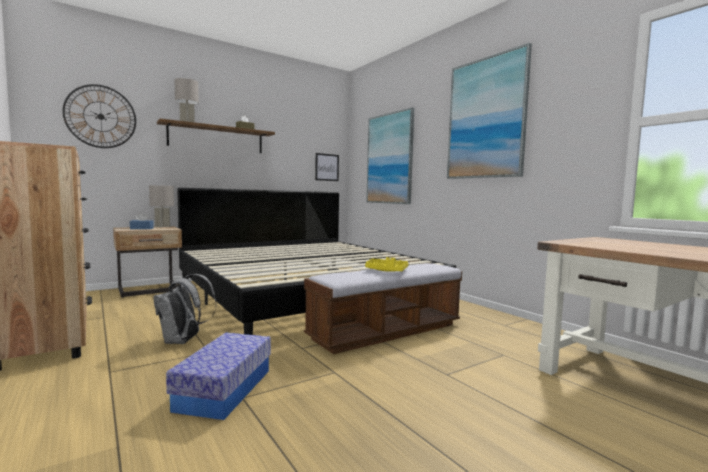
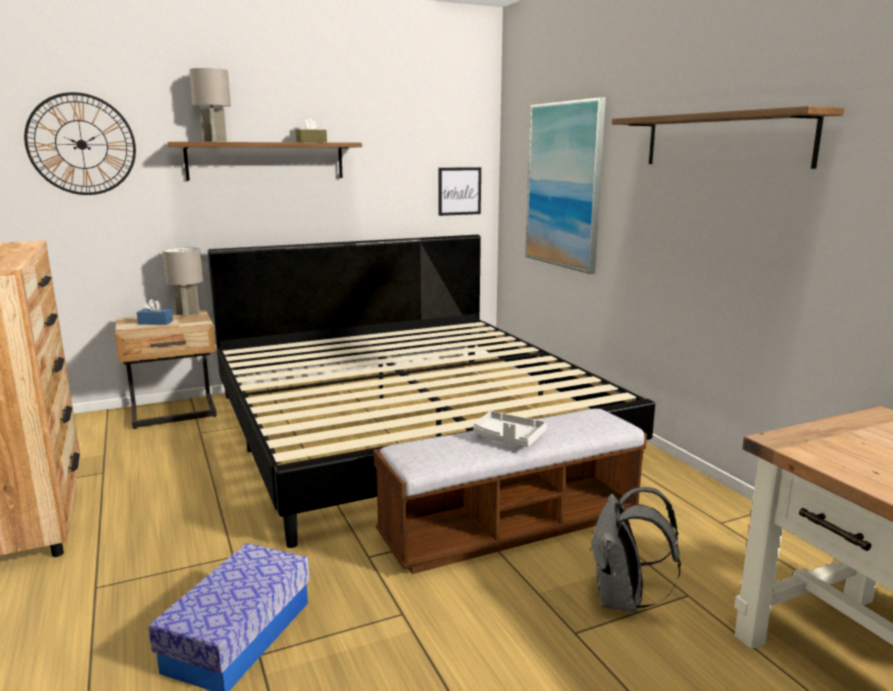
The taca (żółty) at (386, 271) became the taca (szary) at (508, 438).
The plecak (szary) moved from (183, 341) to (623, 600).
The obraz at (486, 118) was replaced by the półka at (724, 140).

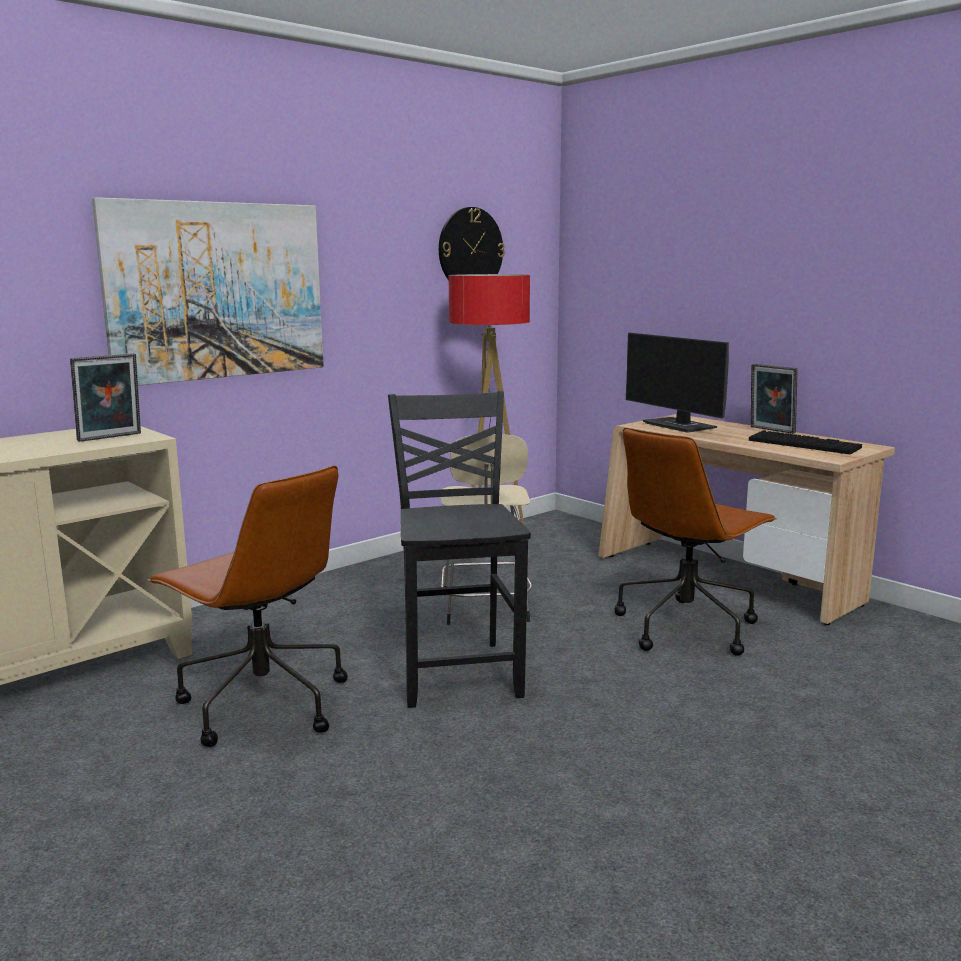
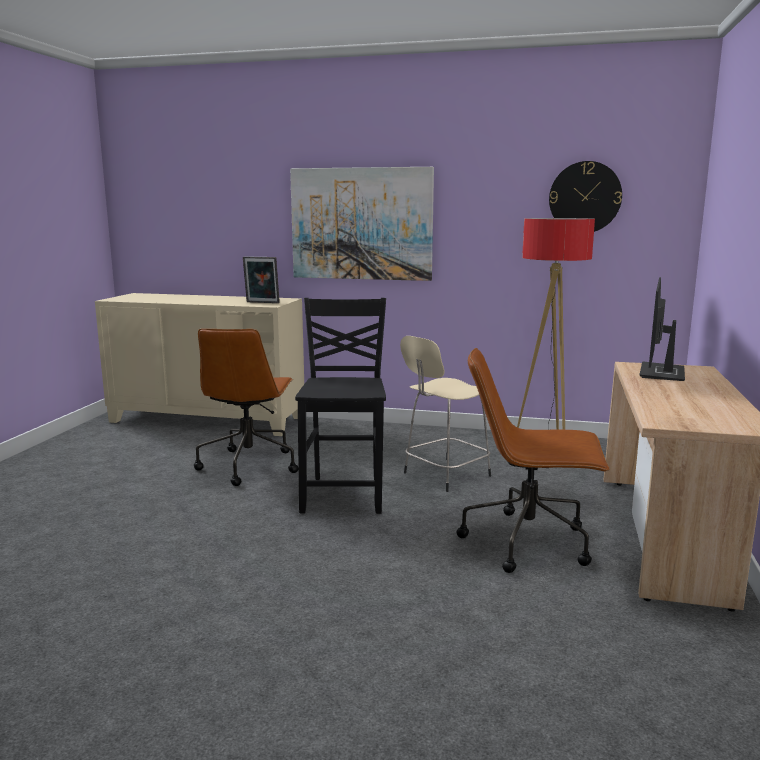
The krzesło (czarny) at (459, 671) turned 45 degrees counterclockwise.
The klawiatura at (805, 444) disappeared.
The ramka na zdjęcie at (770, 430) disappeared.

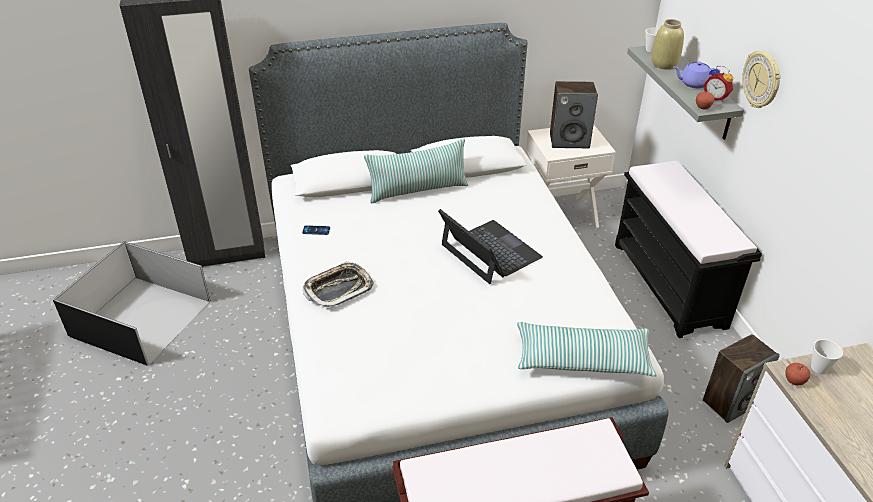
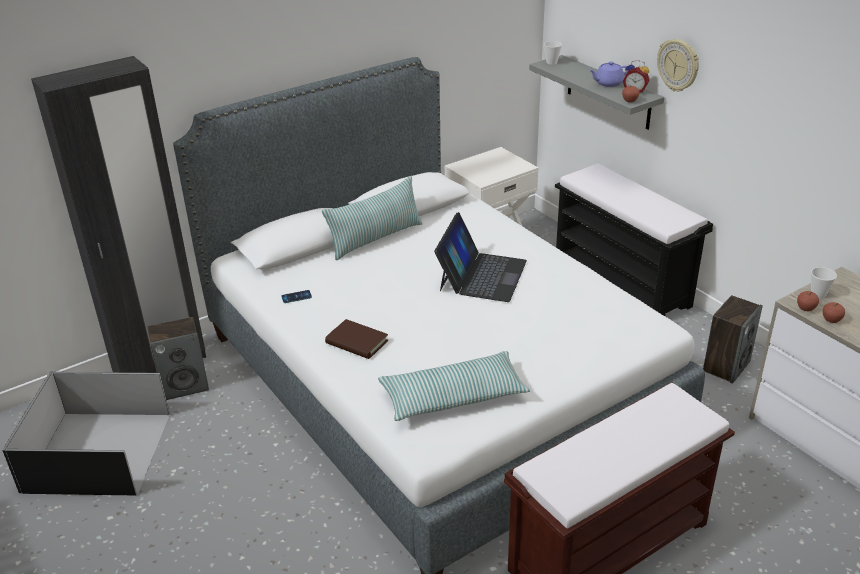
The głośnik moved from (569, 141) to (185, 385).
The taca at (338, 289) was replaced by the książka (brązowy) at (356, 342).
The poduszka moved from (583, 359) to (453, 397).
The laptop at (489, 251) turned 75 degrees clockwise.
The jabłko at (831, 320) appeared.
The wazon (beżowy) at (663, 64) disappeared.

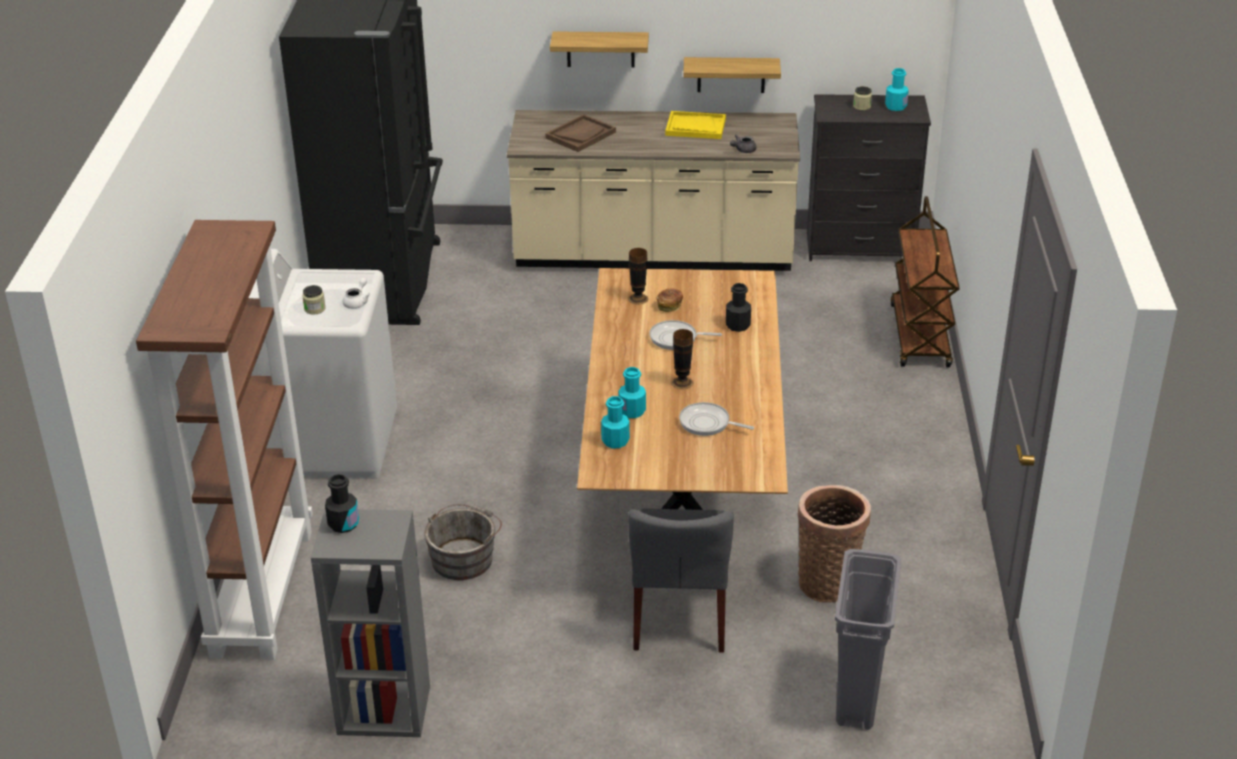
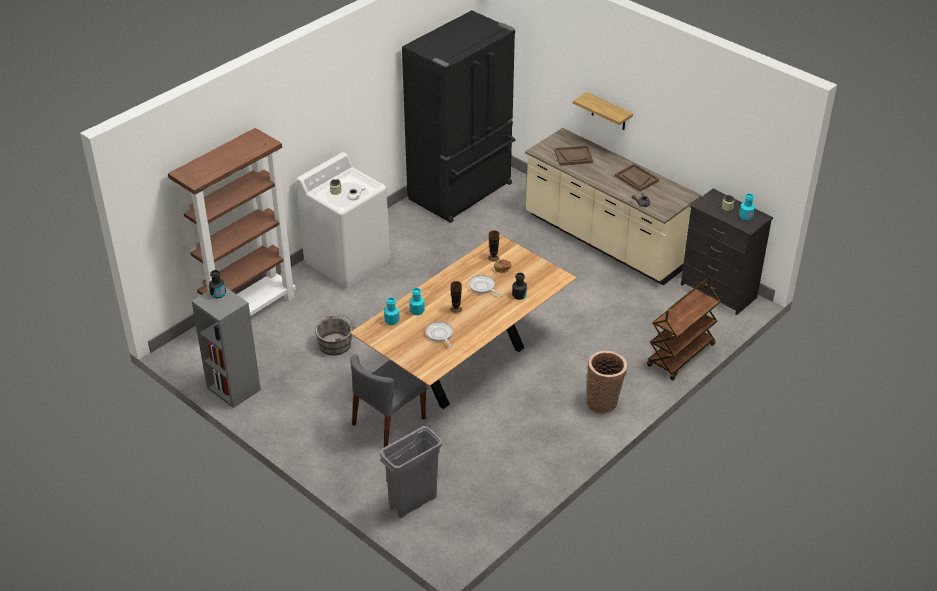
The koszyk moved from (828, 581) to (603, 402).
The taca (żółty) at (695, 127) became the taca (brązowy) at (636, 178).
The półka at (731, 74) disappeared.

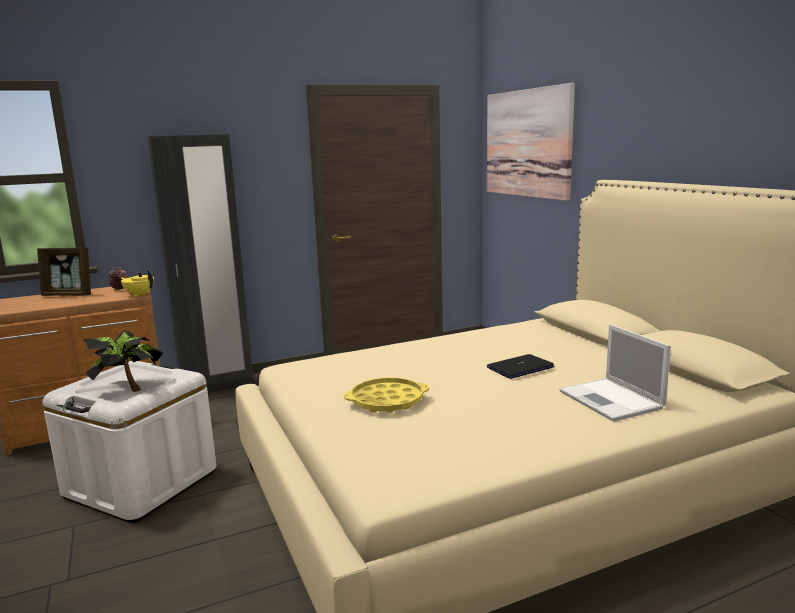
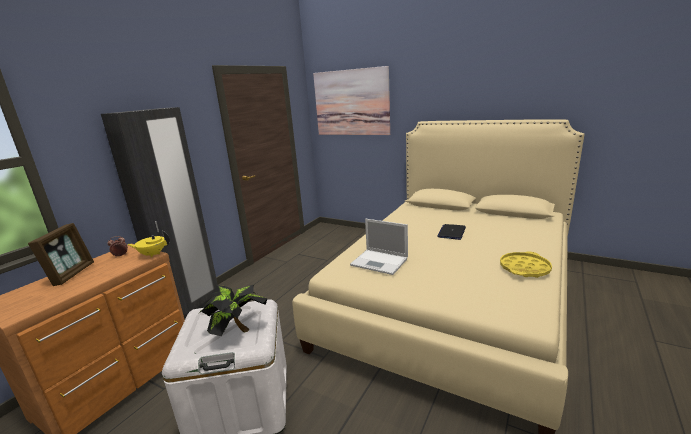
The ramka na zdjęcie at (68, 295) turned 60 degrees counterclockwise.
The laptop moved from (612, 400) to (380, 262).
The taca (żółty) moved from (387, 401) to (524, 268).

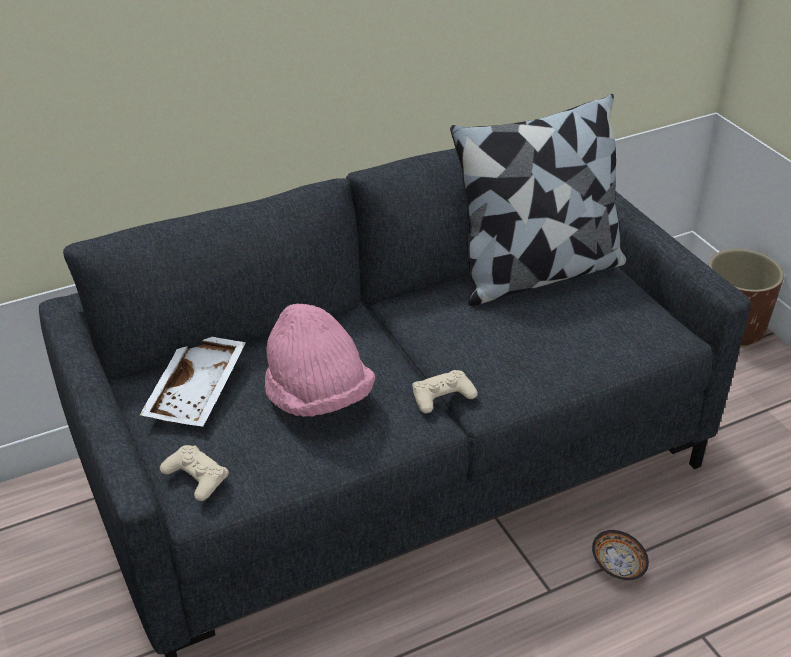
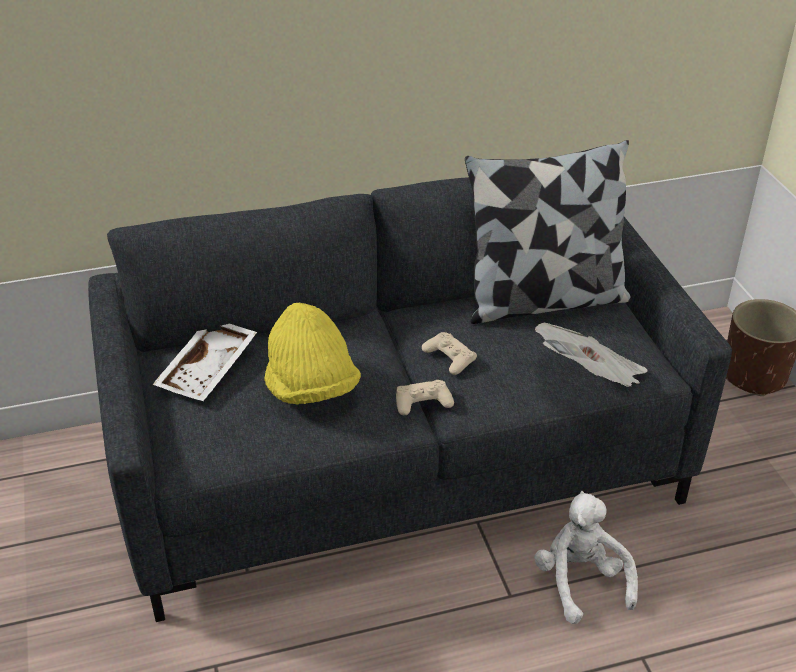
The kapelusz (różowy) at (317, 396) became the kapelusz (żółty) at (311, 388).
The pad do gier (beżowy) moved from (196, 477) to (449, 357).
The miska at (618, 564) was replaced by the pluszak (biały) at (580, 581).
The gazeta at (590, 378) appeared.

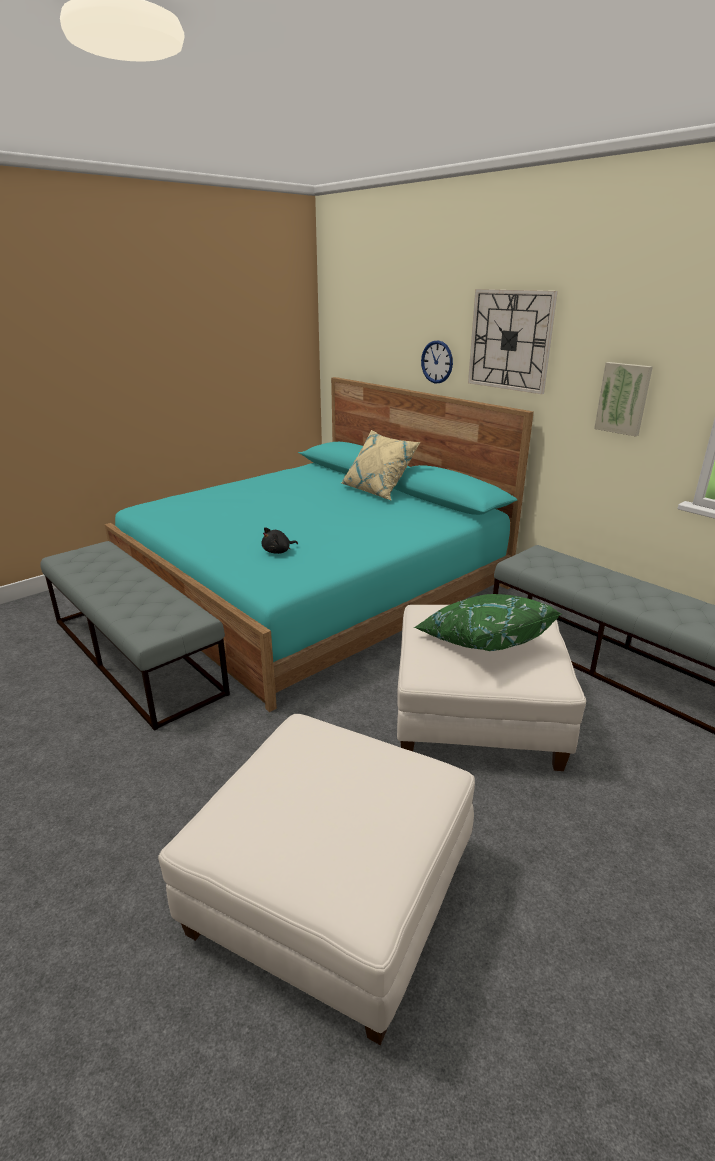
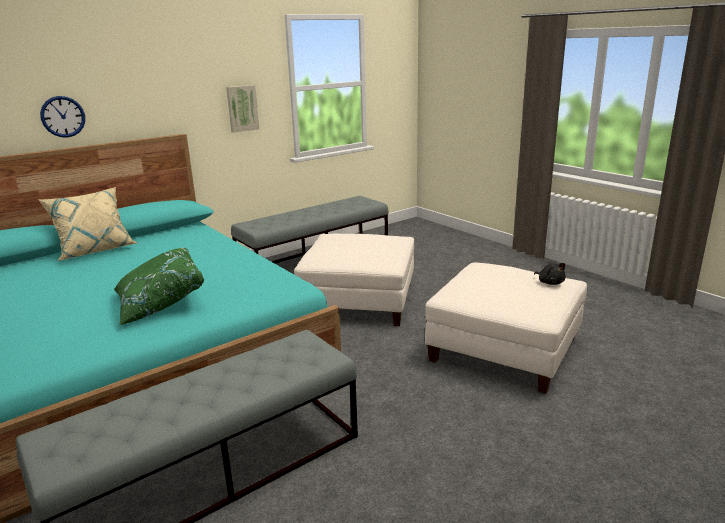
The poduszka (zielony) moved from (482, 641) to (159, 303).
The pluszak (czarny) moved from (278, 551) to (550, 282).
The zegar ścienny at (510, 340) disappeared.

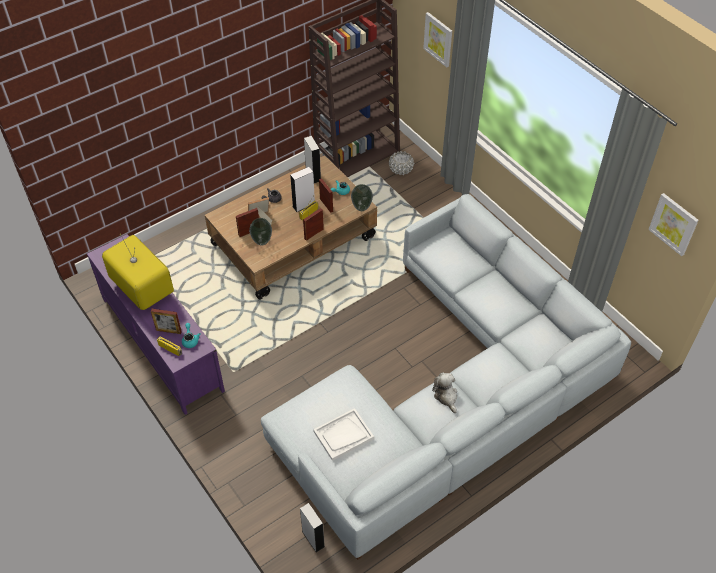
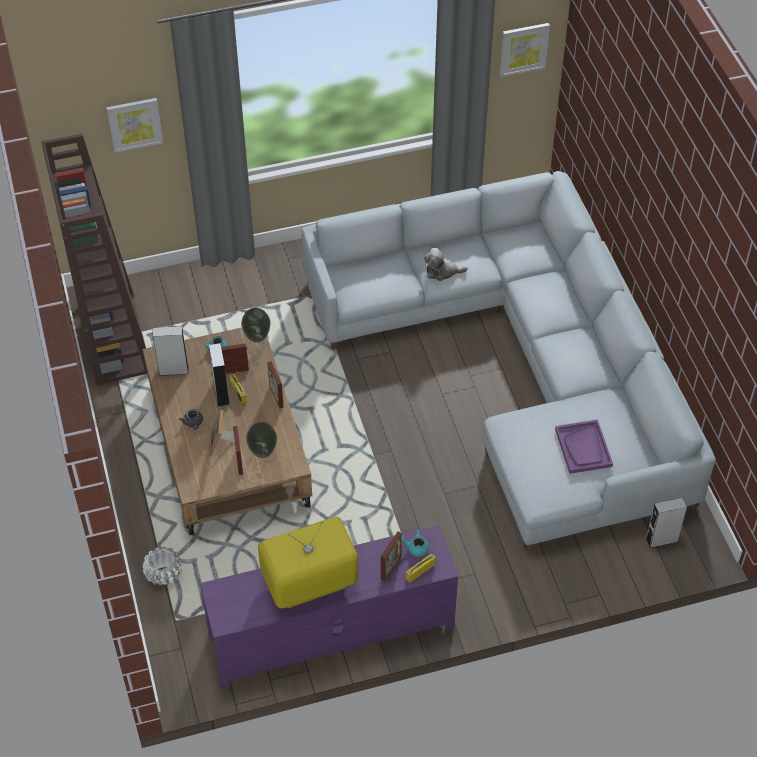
The donica (biały) moved from (400, 169) to (163, 574).
The pluszak moved from (446, 396) to (442, 271).
The taca (biały) at (343, 435) became the taca (fioletowy) at (583, 448).

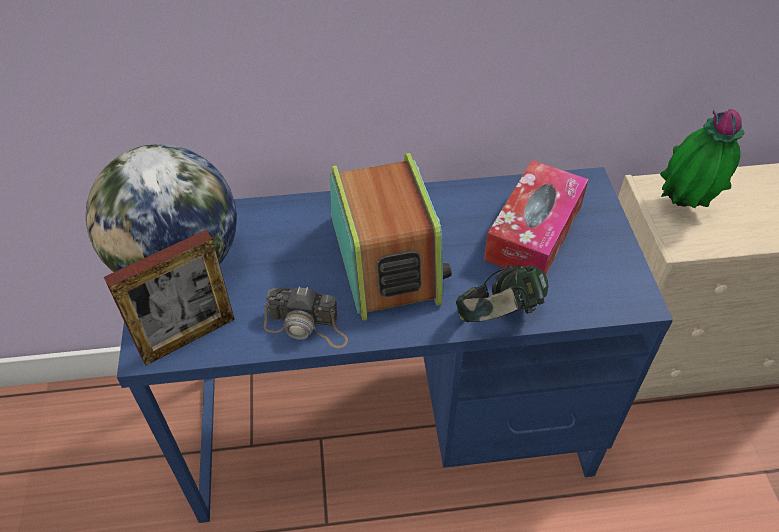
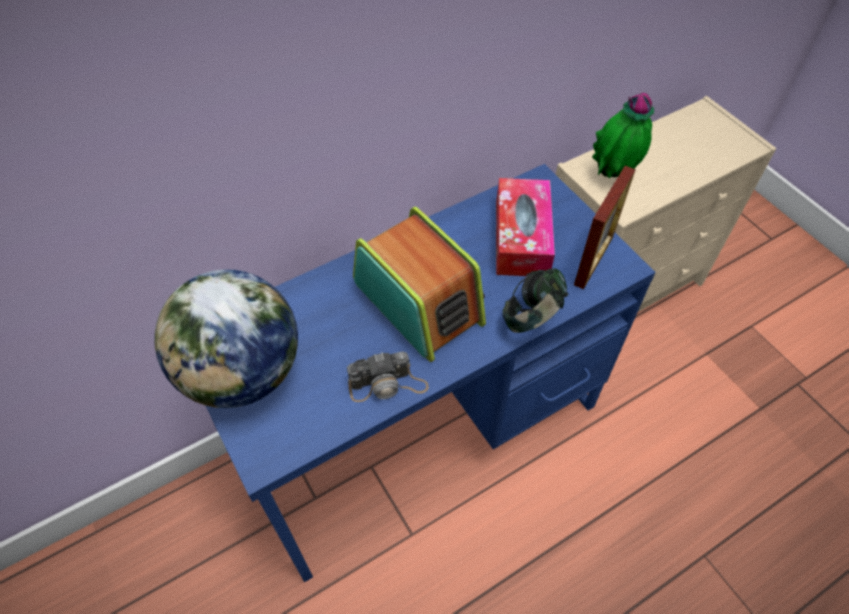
The ramka na zdjęcie moved from (188, 337) to (593, 261).

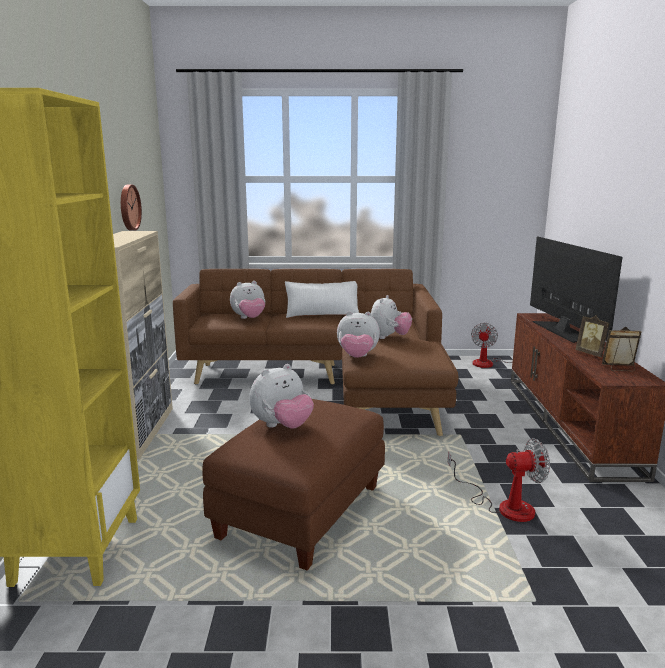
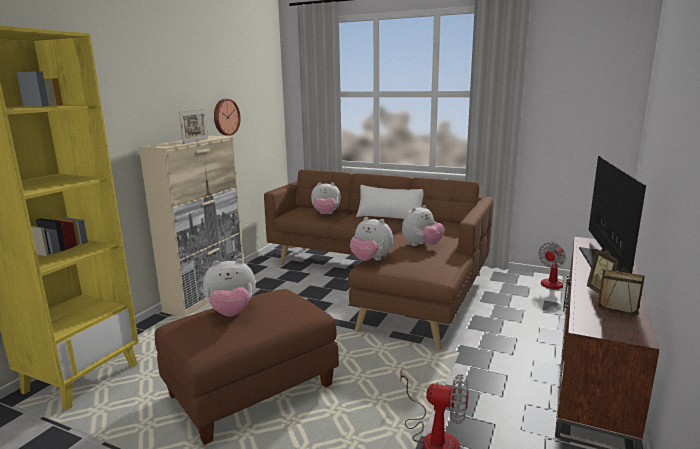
The ramka na zdjęcie at (195, 141) appeared.

